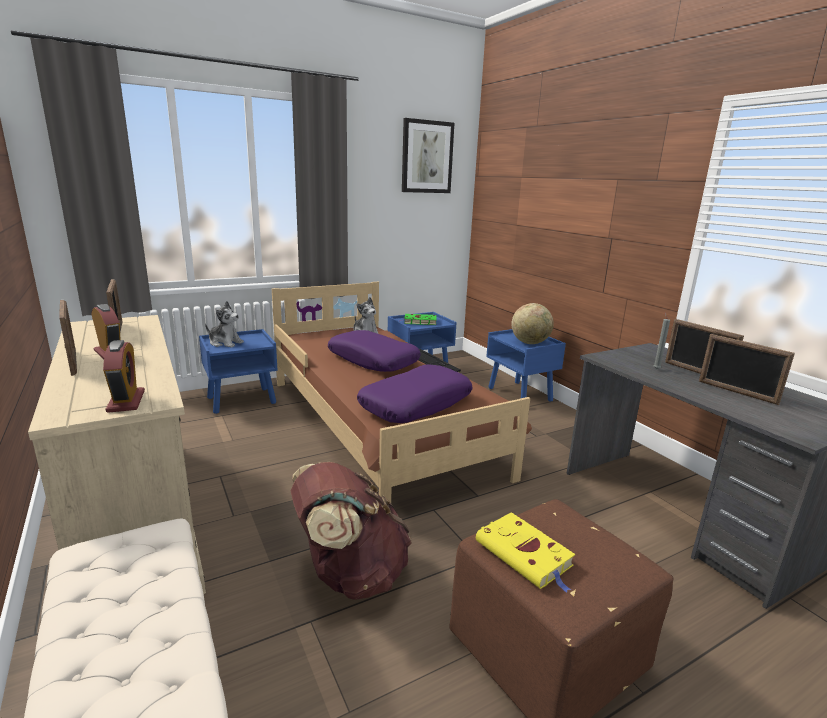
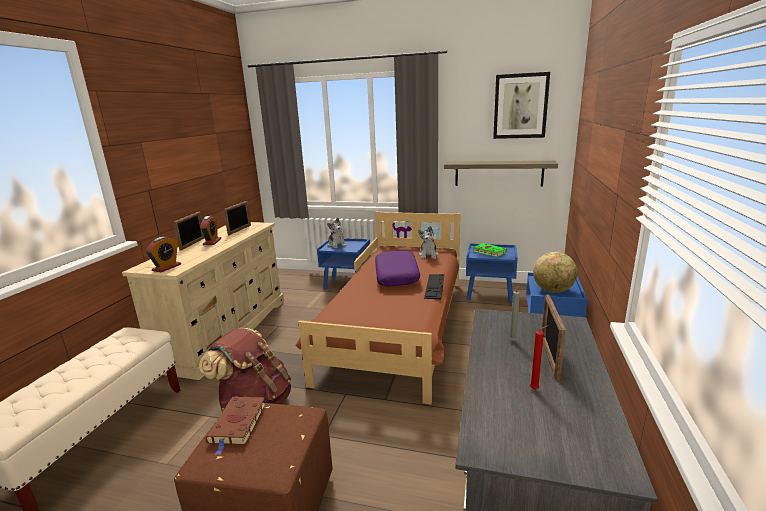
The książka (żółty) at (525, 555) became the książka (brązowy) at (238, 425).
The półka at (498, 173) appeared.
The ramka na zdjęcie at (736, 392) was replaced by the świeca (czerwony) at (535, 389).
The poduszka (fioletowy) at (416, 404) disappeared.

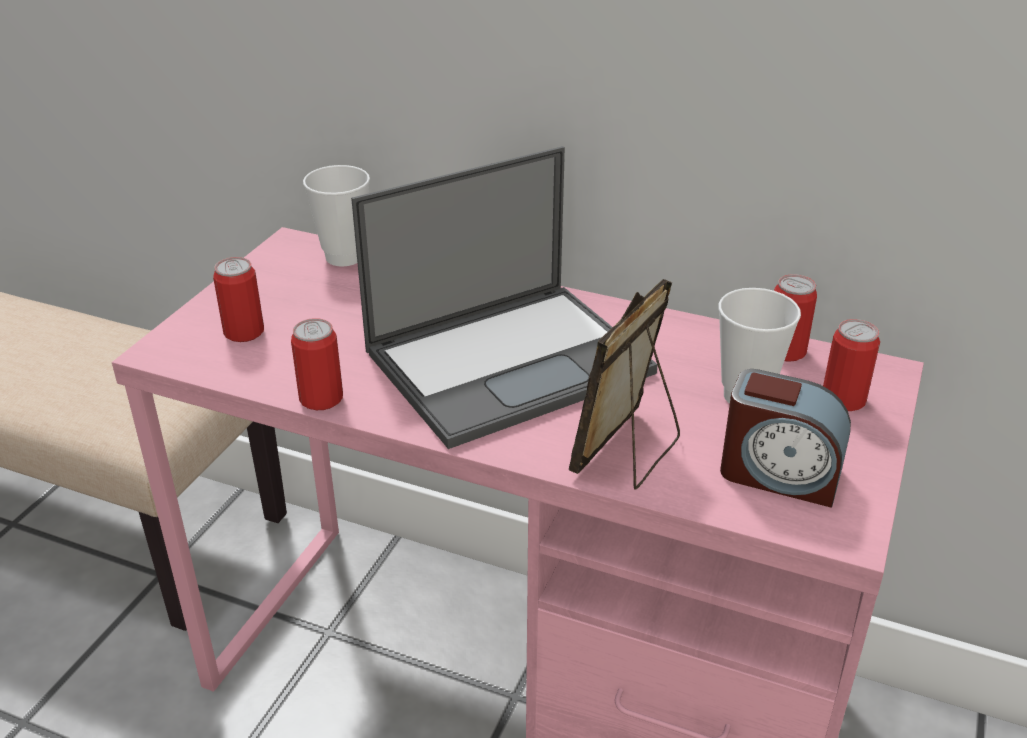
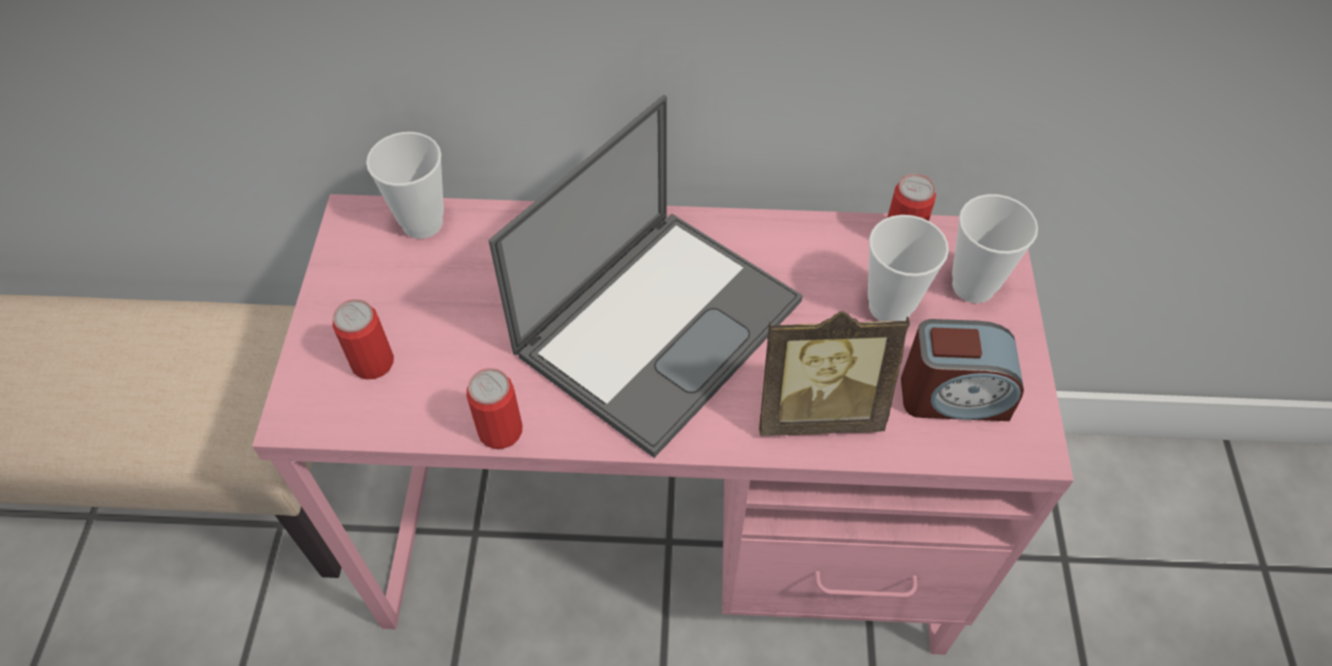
The ramka na zdjęcie at (628, 453) turned 105 degrees counterclockwise.
The puszka at (843, 399) was replaced by the filiżanka at (973, 286).

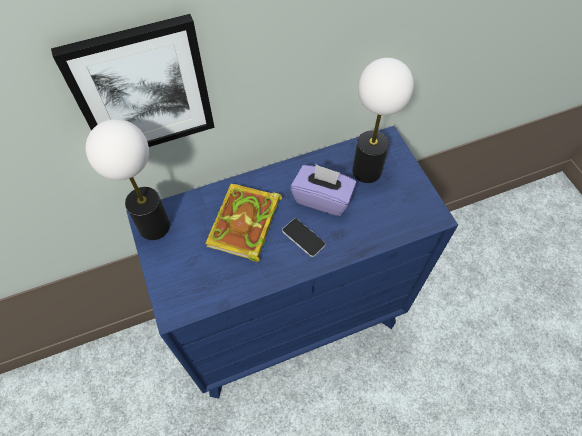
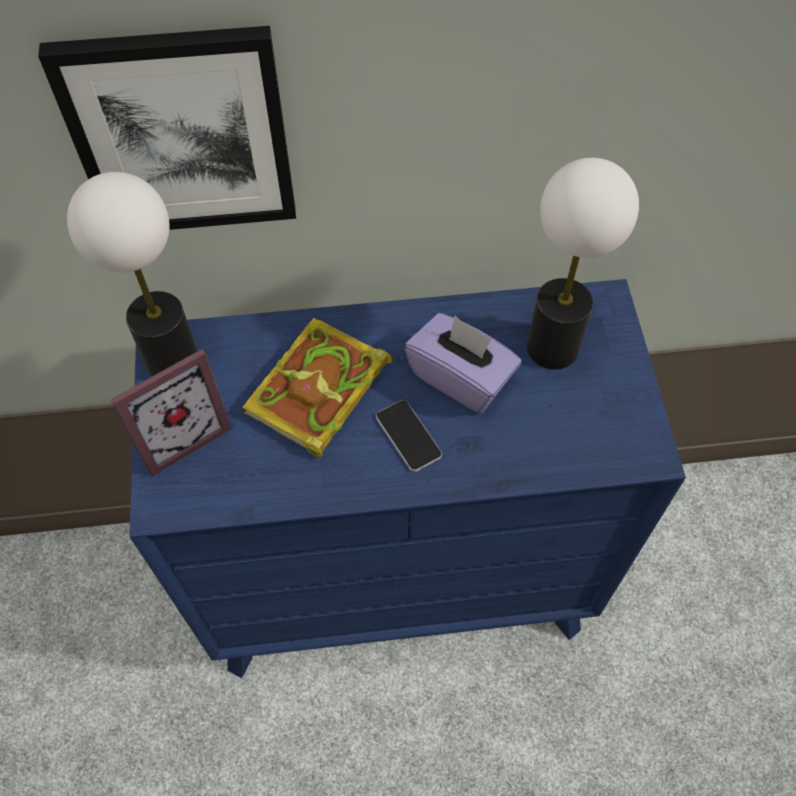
The ramka na zdjęcie at (179, 433) appeared.

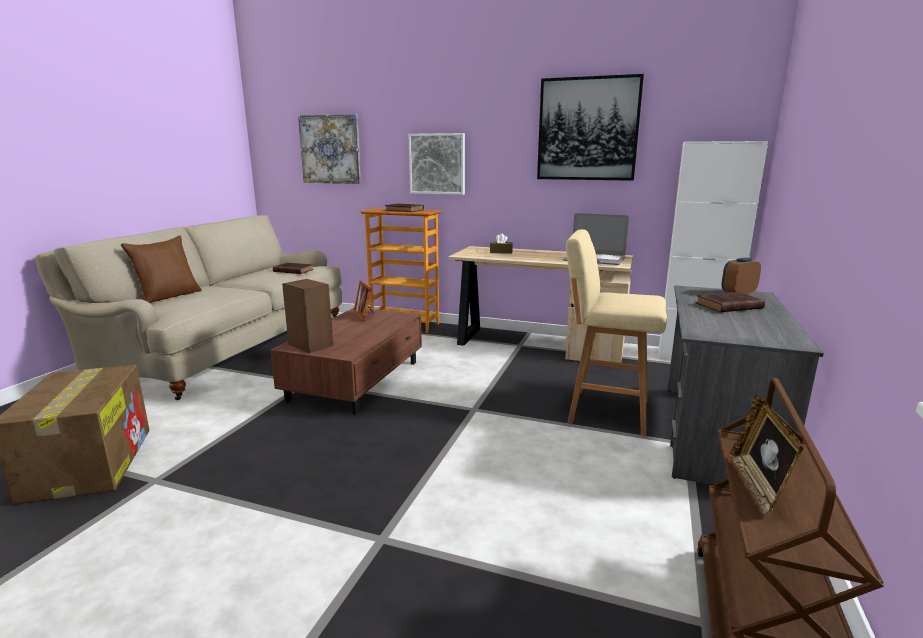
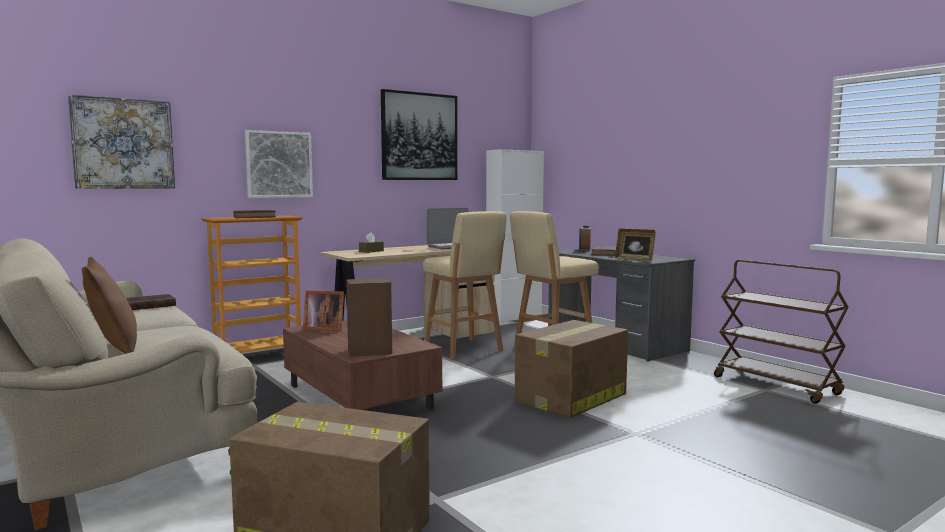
The stołek (beżowy) at (464, 349) appeared.
The karton at (570, 398) appeared.
The ramka na zdjęcie moved from (757, 485) to (634, 260).

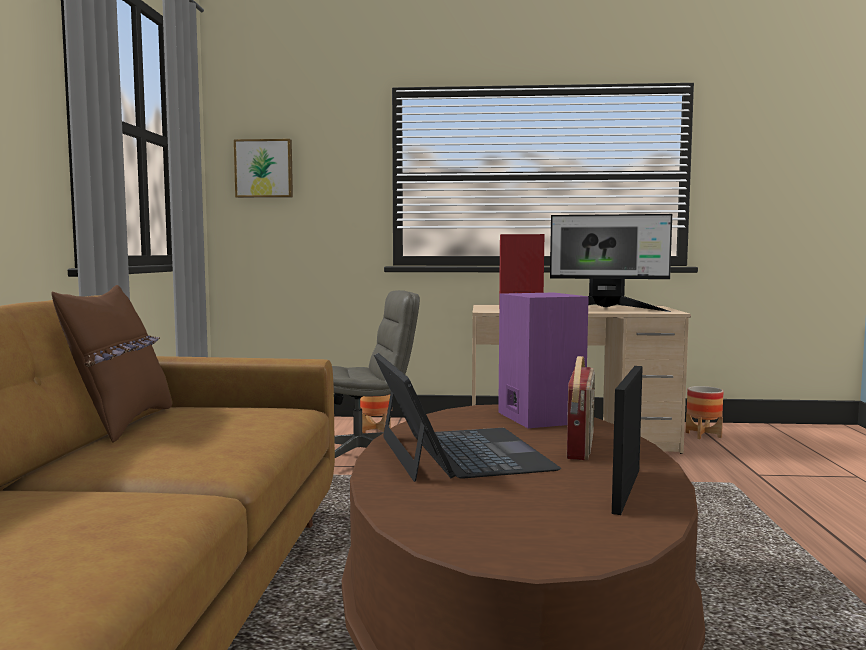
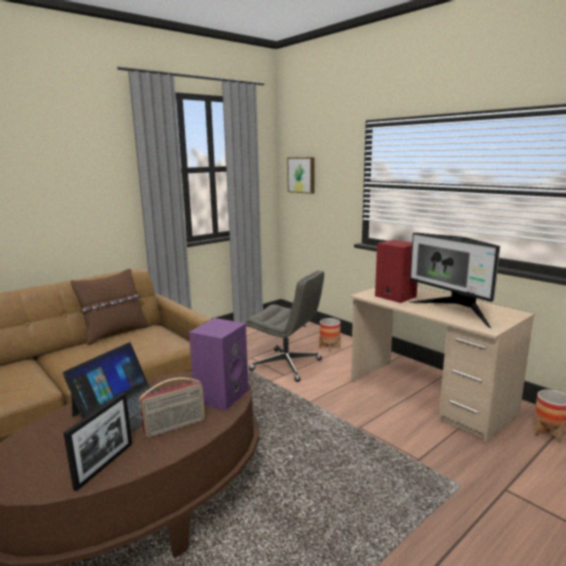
The ramka na zdjęcie at (626, 490) turned 135 degrees clockwise.

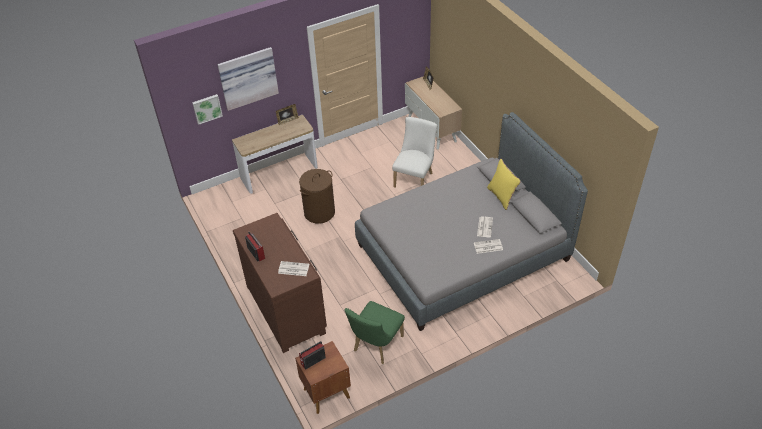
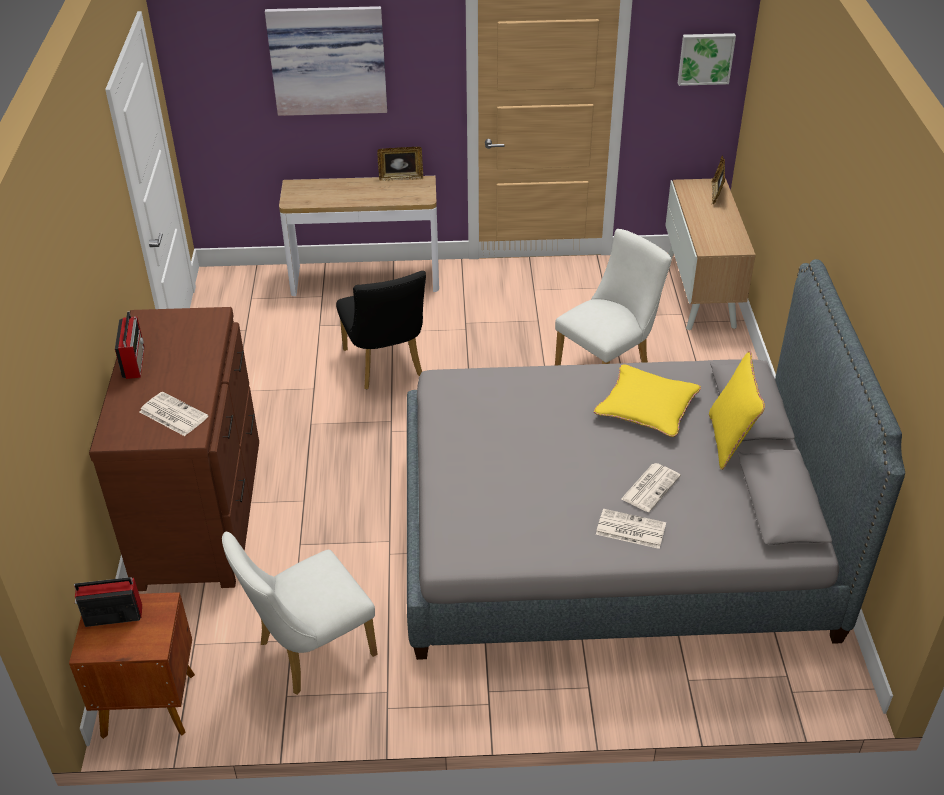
The krzesło (zielony) at (376, 346) became the krzesło (biały) at (309, 652).
The kosz na pranie (brązowy) at (319, 212) was replaced by the krzesło (czarny) at (385, 366).
The poduszka (żółty) at (646, 407) appeared.
The obraz moved from (207, 108) to (705, 58).

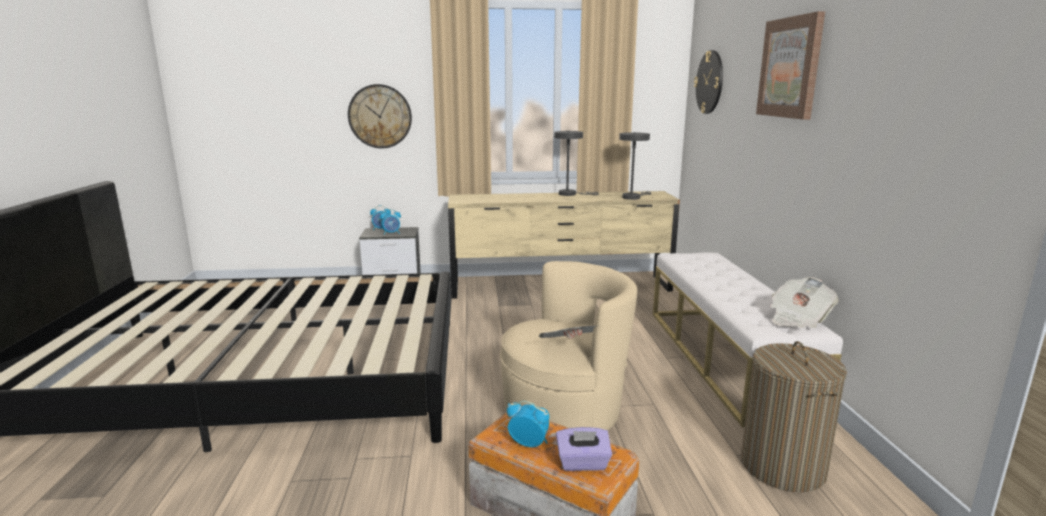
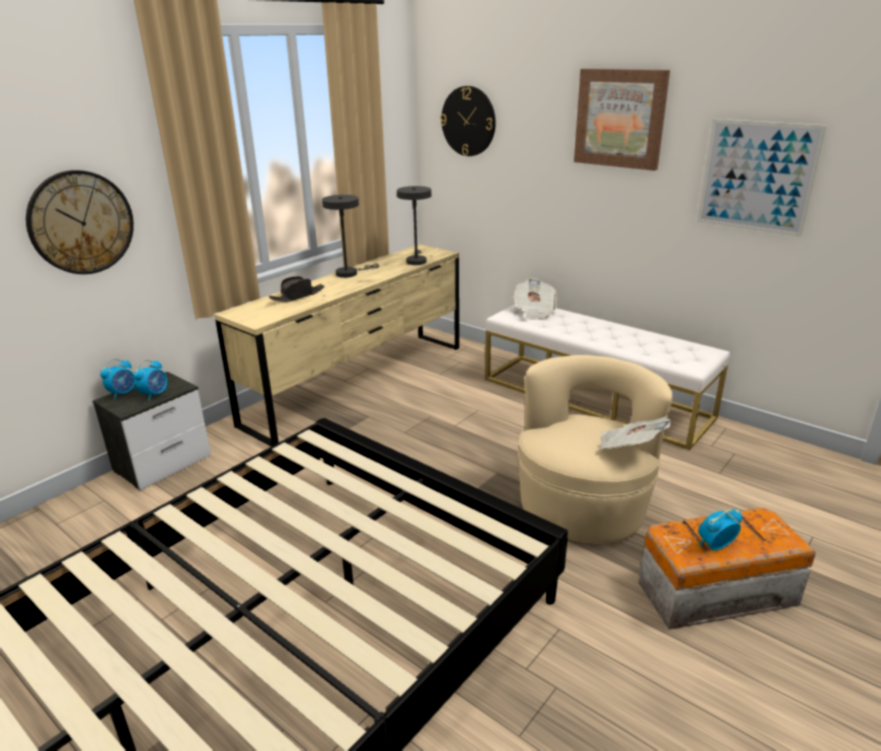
The kapelusz (czarny) at (298, 296) appeared.
The gazeta moved from (798, 319) to (534, 311).
The obraz at (757, 177) appeared.
The pudełko chusteczek (fioletowy) at (583, 463) disappeared.
The kosz na pranie at (783, 467) disappeared.

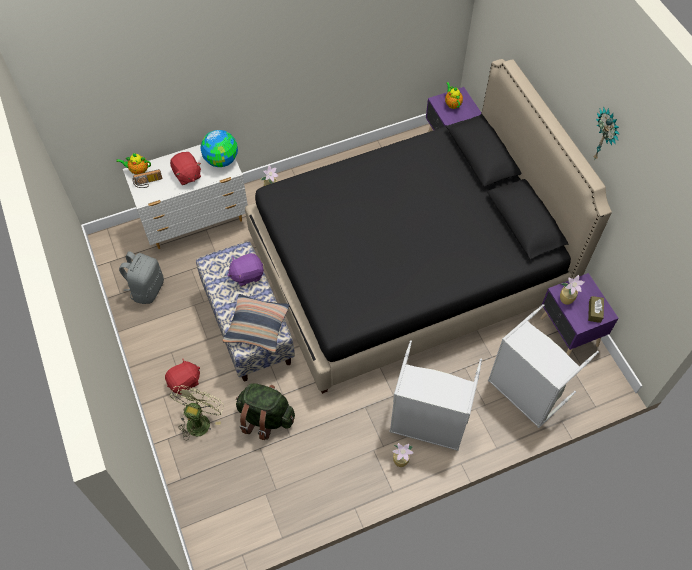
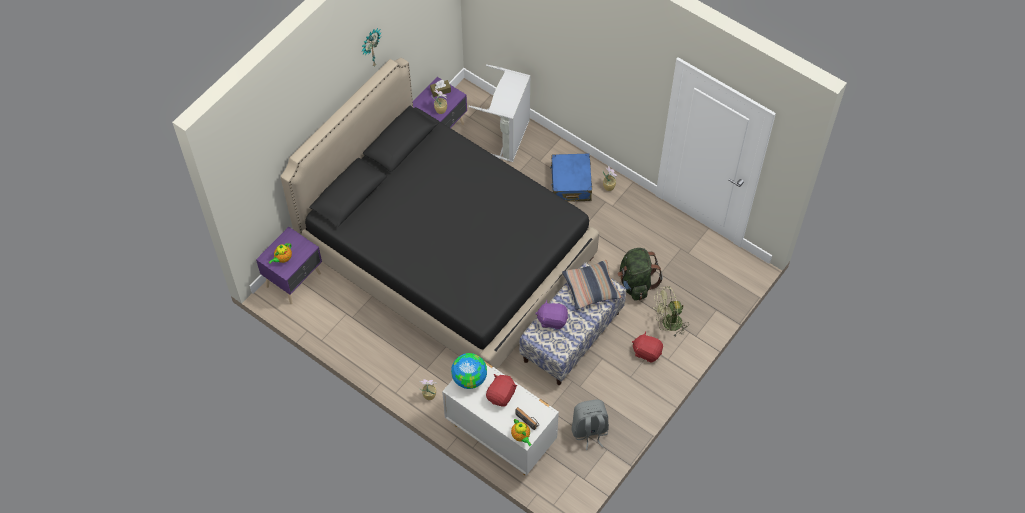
The pluszak (fioletowy) at (247, 275) turned 150 degrees clockwise.
The kosz na pranie (szary) at (427, 424) was replaced by the walizka (niebieski) at (571, 183).

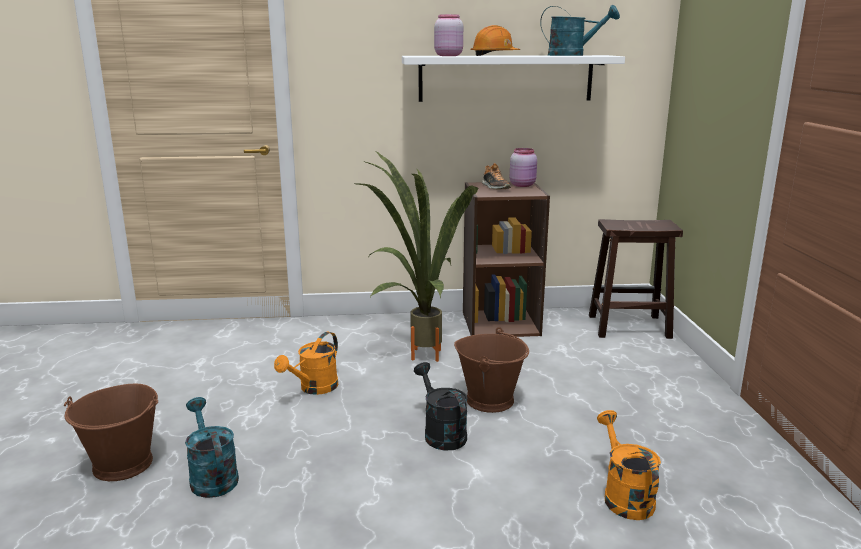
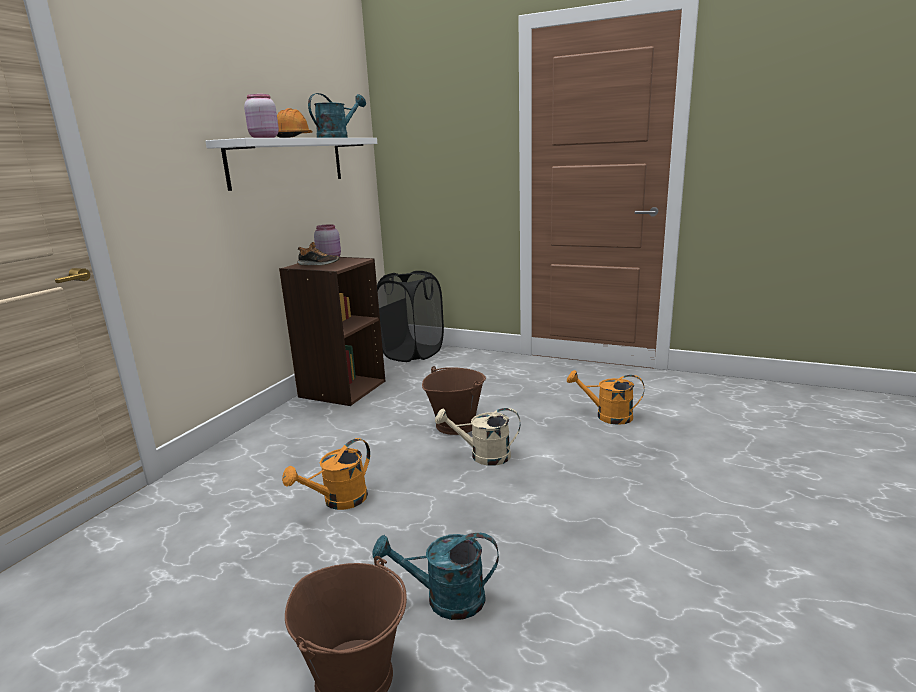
The konewka (pomarańczowy) at (314, 388) turned 75 degrees clockwise.
The stołek (brązowy) at (627, 326) was replaced by the kosz na pranie (czarny) at (412, 353).
The konewka (czarny) at (441, 433) became the konewka (beżowy) at (483, 456).
The roślina doniczkowa at (416, 353) disappeared.

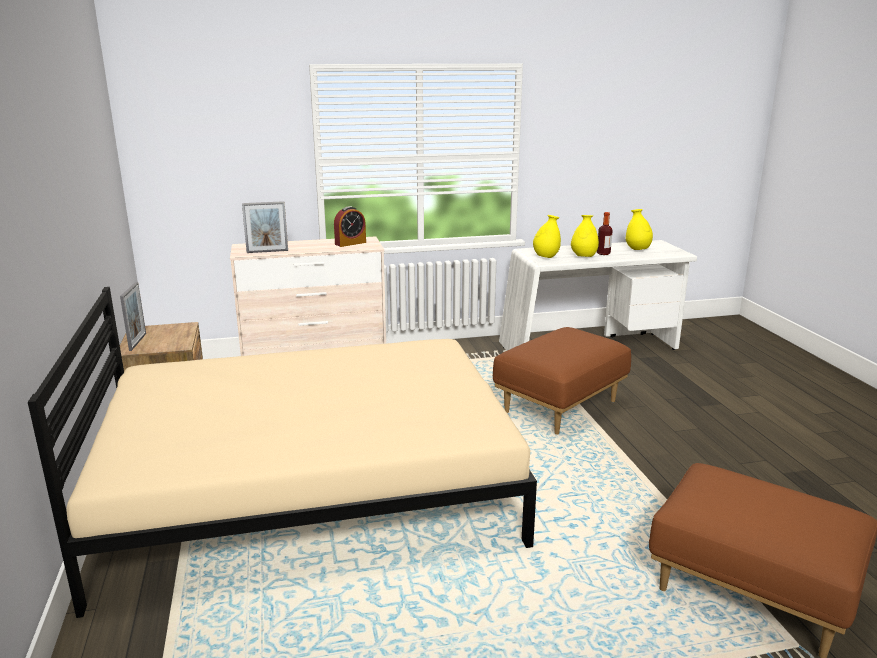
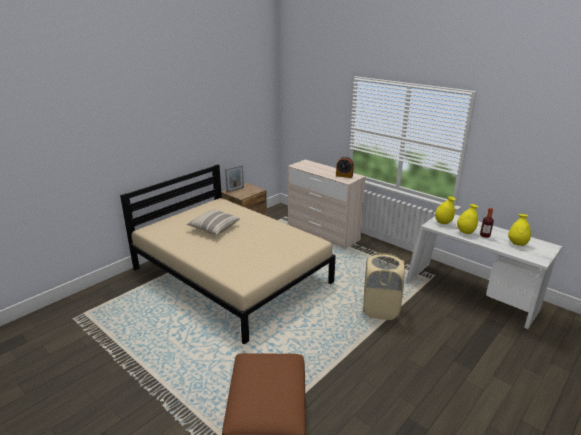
The poduszka at (214, 228) appeared.
The pufa (brązowy) at (559, 406) was replaced by the kosz na pranie (beżowy) at (380, 309).
The ramka na zdjęcie at (267, 251) disappeared.

